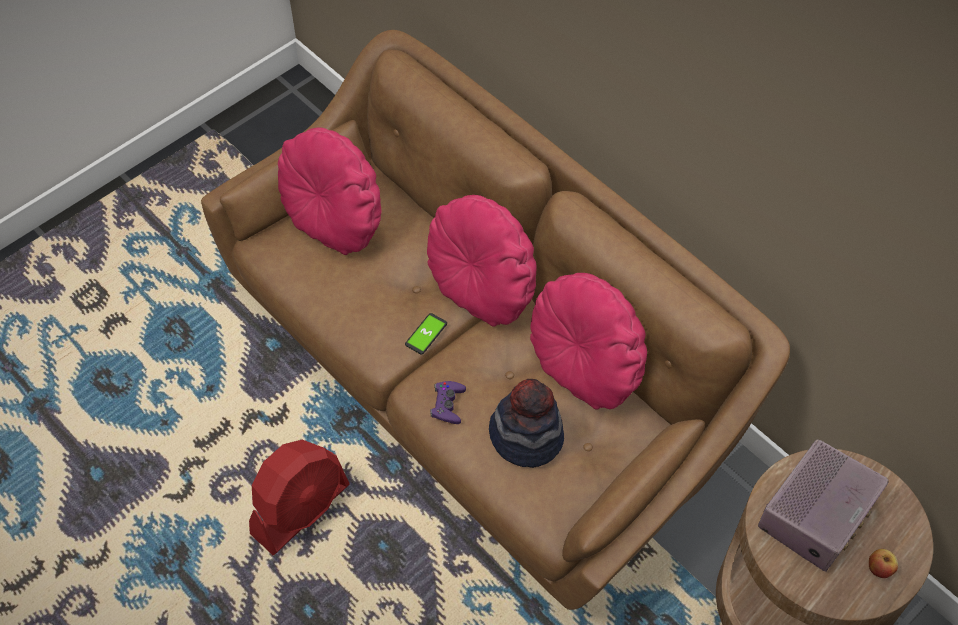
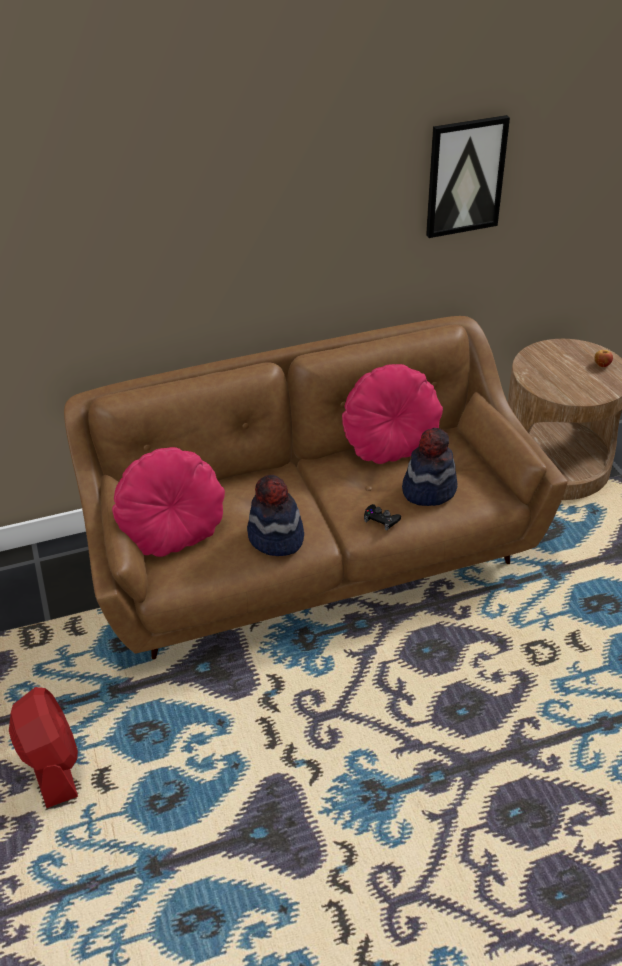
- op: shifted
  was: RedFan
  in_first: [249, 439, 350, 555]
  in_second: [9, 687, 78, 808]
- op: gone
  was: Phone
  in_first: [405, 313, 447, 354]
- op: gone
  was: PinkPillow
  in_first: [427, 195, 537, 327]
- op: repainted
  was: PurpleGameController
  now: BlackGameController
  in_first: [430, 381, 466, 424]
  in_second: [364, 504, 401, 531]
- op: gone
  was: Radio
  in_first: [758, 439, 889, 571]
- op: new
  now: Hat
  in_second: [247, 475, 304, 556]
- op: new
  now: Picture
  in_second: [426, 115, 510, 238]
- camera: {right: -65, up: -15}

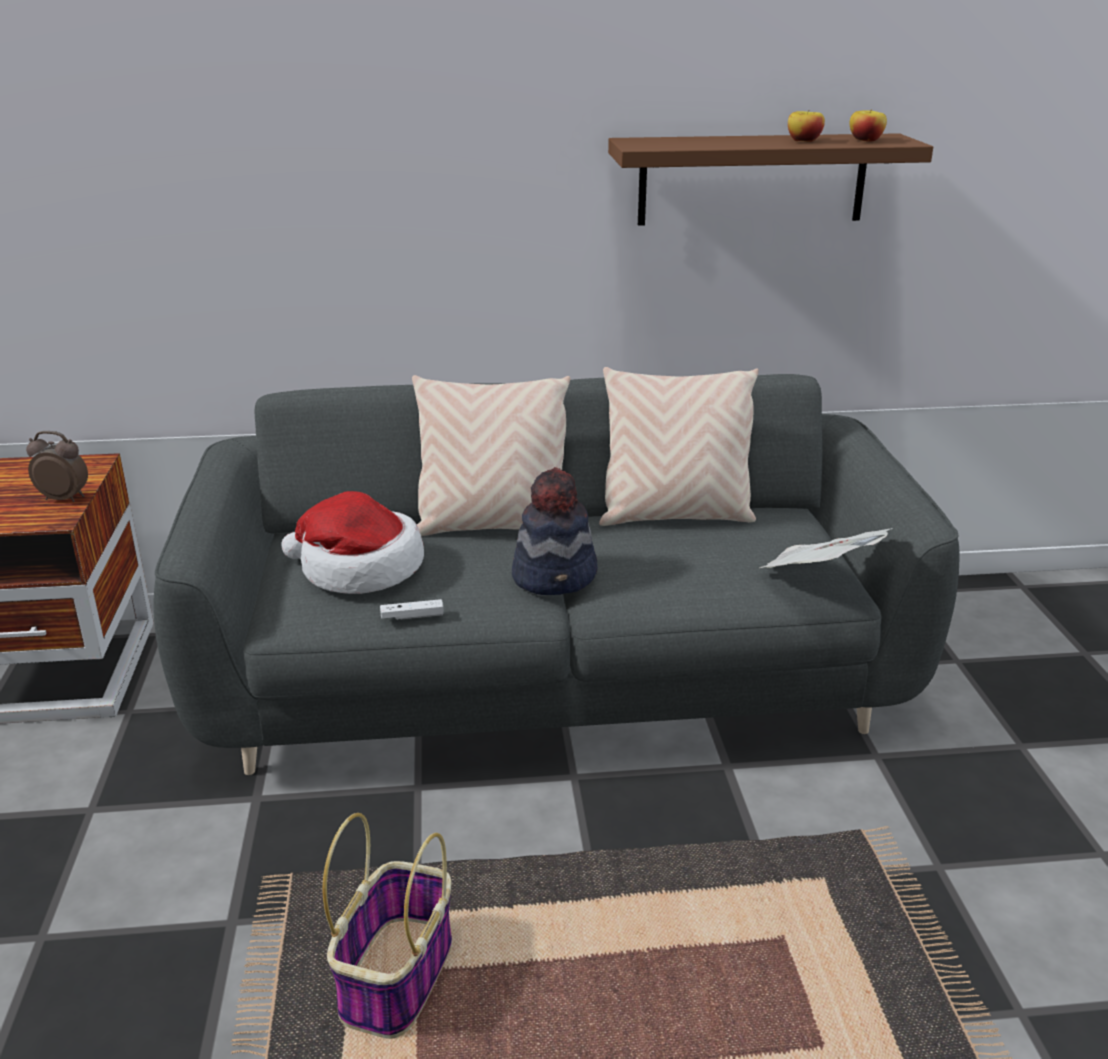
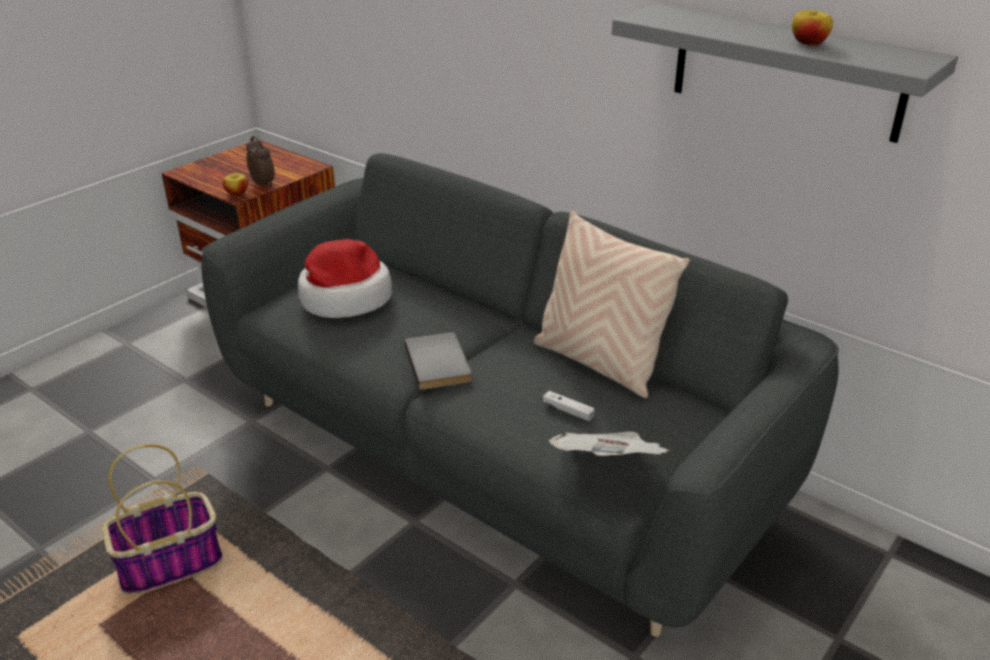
- op: shifted
  was: WhiteGameController
  in_first: [380, 599, 443, 620]
  in_second: [543, 391, 595, 421]
- op: gone
  was: BeigePillow
  in_first: [412, 375, 570, 536]
- op: swapped
  was: Hat
  now: GreyBook
  in_first: [512, 467, 598, 595]
  in_second: [404, 332, 471, 390]
- op: repainted
  was: BrownShelf
  now: GreyShelf
  in_first: [608, 133, 933, 226]
  in_second: [612, 4, 958, 143]
- op: shifted
  was: Apple
  in_first: [850, 110, 887, 142]
  in_second: [222, 173, 248, 196]
- camera: {right: 45, up: 5}

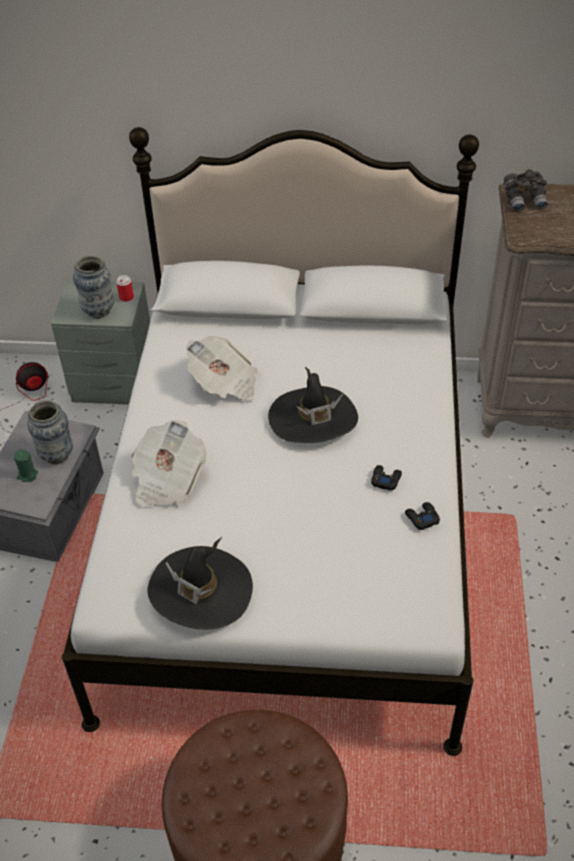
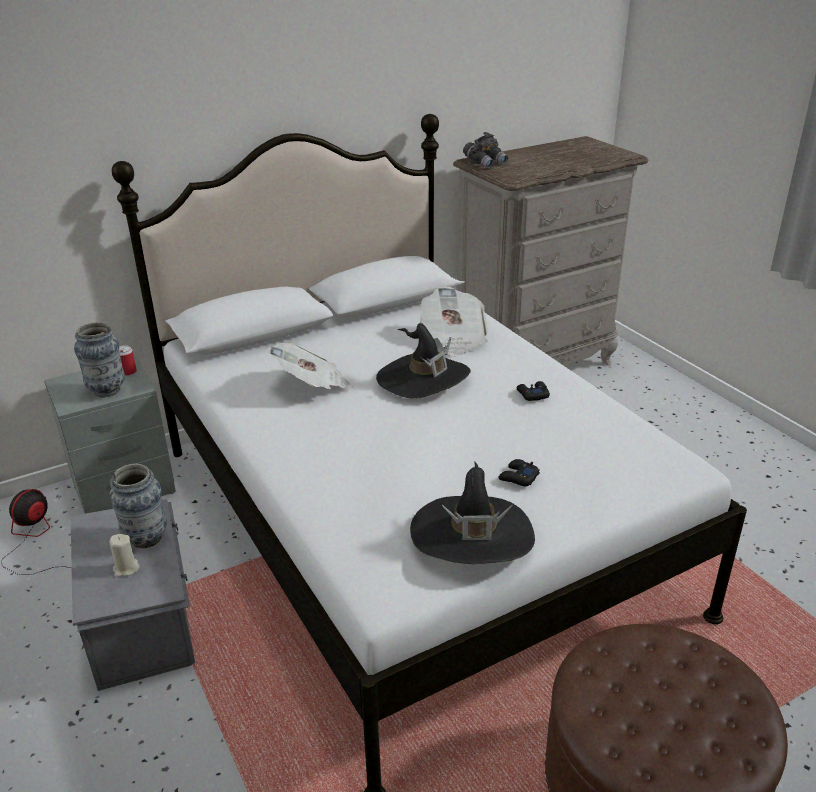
- op: repainted
  was: GreenCandle
  now: BeigeCandle
  in_first: [14, 450, 38, 482]
  in_second: [109, 534, 139, 577]
- op: shifted
  was: Newspaper
  in_first: [131, 420, 206, 507]
  in_second: [419, 286, 488, 357]
- op: shifted
  was: BlackGameController
  in_first: [405, 502, 440, 530]
  in_second: [498, 459, 540, 486]
- camera: {right: -35, up: -15}

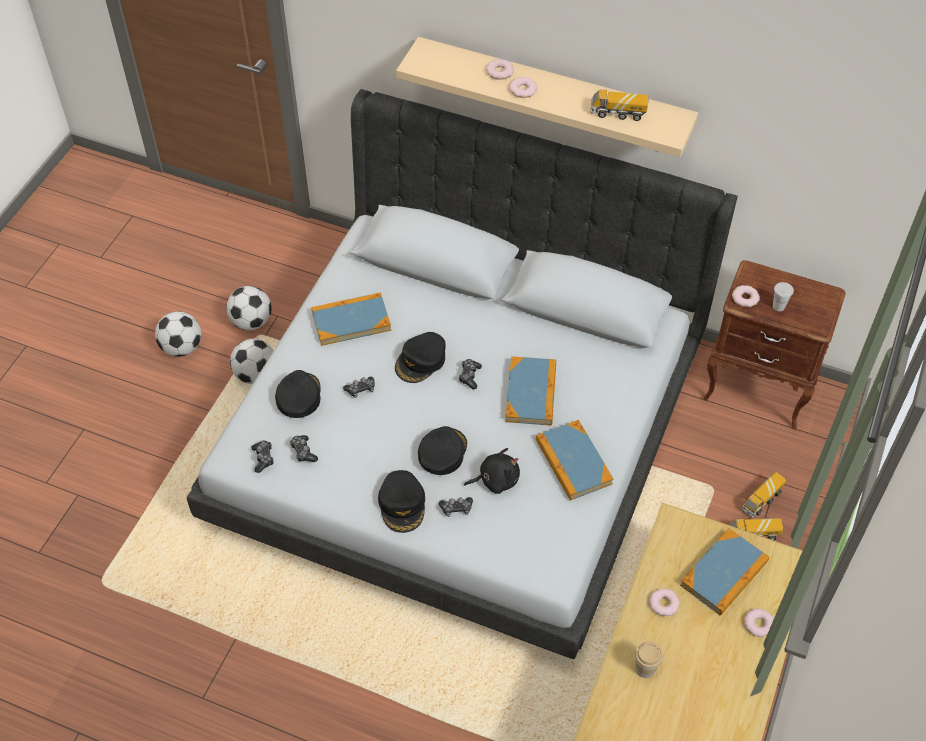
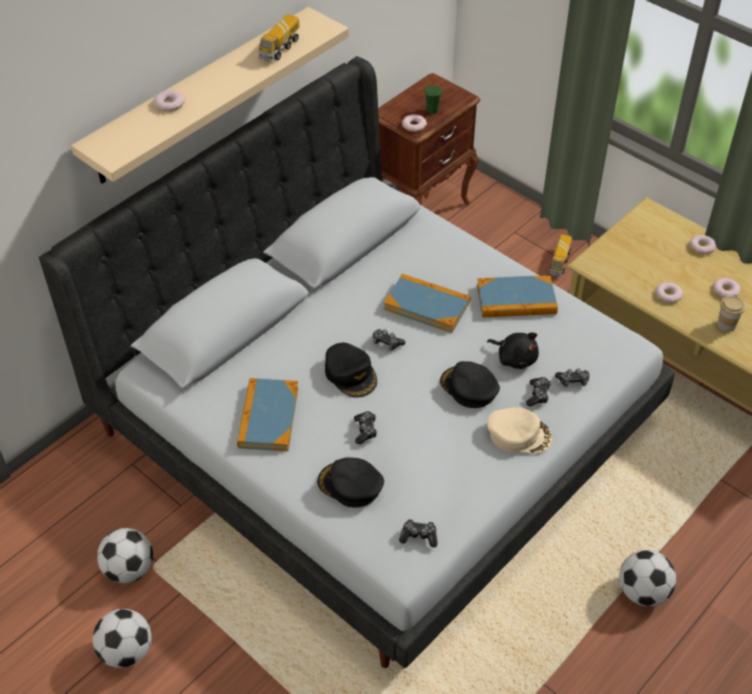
- op: shifted
  was: Football
  in_first: [230, 339, 274, 384]
  in_second: [619, 550, 676, 607]
- op: shifted
  was: GameController
  in_first: [290, 435, 318, 462]
  in_second: [555, 368, 590, 387]
- op: repainted
  was: BlackCap
  now: BeigeCap
  in_first: [378, 470, 425, 533]
  in_second: [487, 407, 552, 453]
- op: rotated
  was: BlackPlushToy
  in_first: [464, 448, 520, 494]
  in_second: [487, 333, 539, 369]
  clockwise: 120
- op: shifted
  was: Donut
  in_first: [509, 77, 537, 98]
  in_second: [713, 278, 741, 298]
- op: gone
  was: Book
  in_first: [680, 529, 769, 615]
- op: gone
  was: ToyTruck
  in_first: [742, 472, 786, 518]
- op: repainted
  was: WhiteCup
  now: GreenCup
  in_first: [773, 282, 794, 311]
  in_second: [425, 86, 442, 114]
- camera: {right: -70, up: -5}

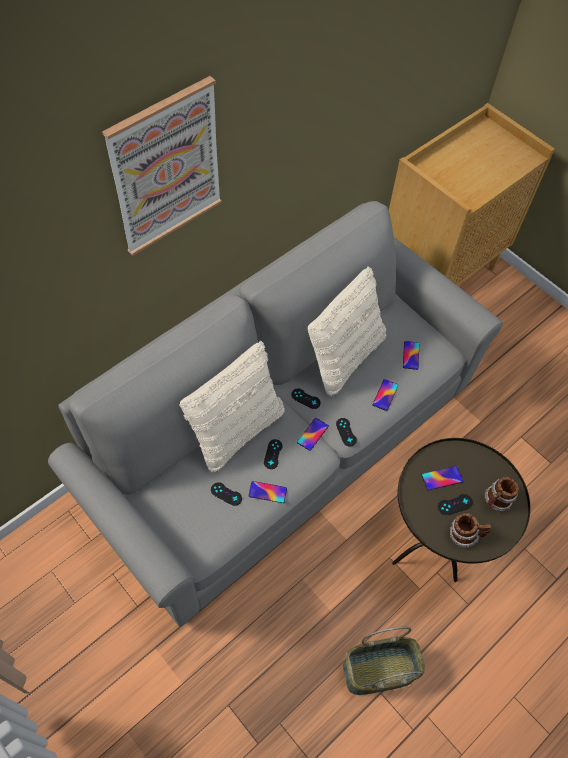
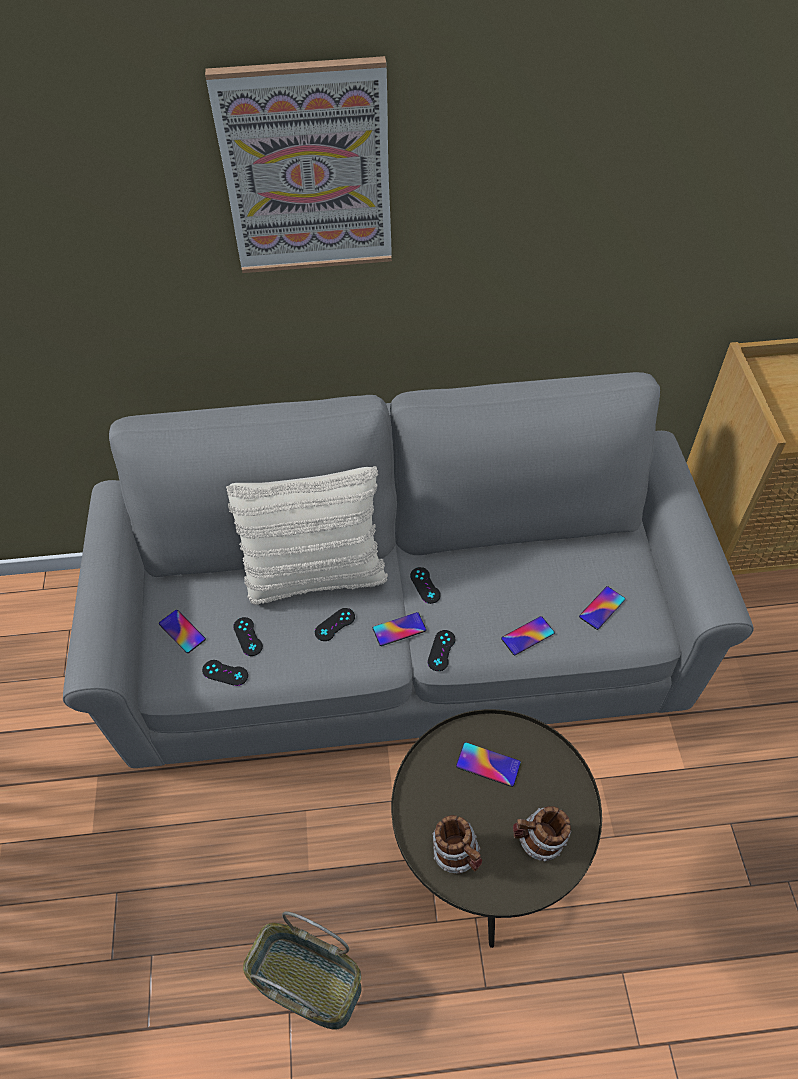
- op: shifted
  was: Phone
  in_first: [249, 481, 287, 503]
  in_second: [159, 610, 206, 653]
- op: gone
  was: BeigePillow
  in_first: [307, 266, 386, 396]
- op: shifted
  was: BlackGameController
  in_first: [438, 494, 473, 515]
  in_second: [202, 660, 248, 686]
- camera: {right: 40, up: -5}

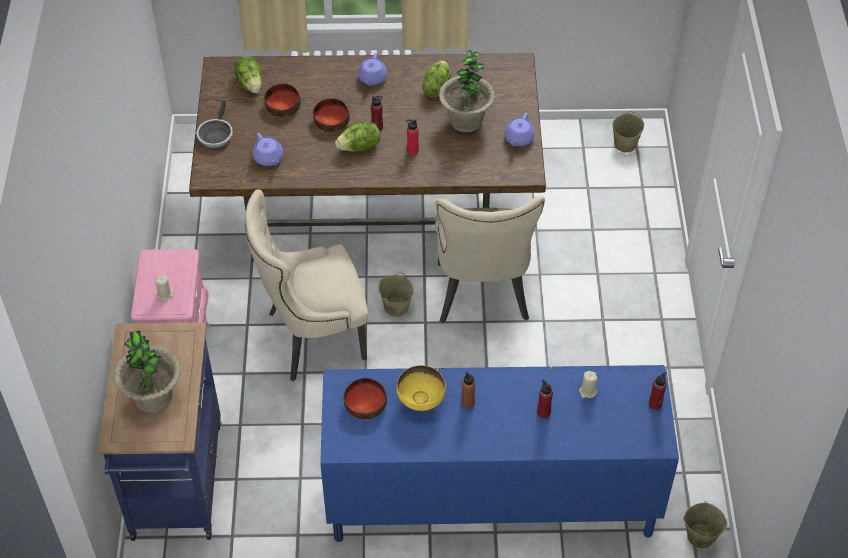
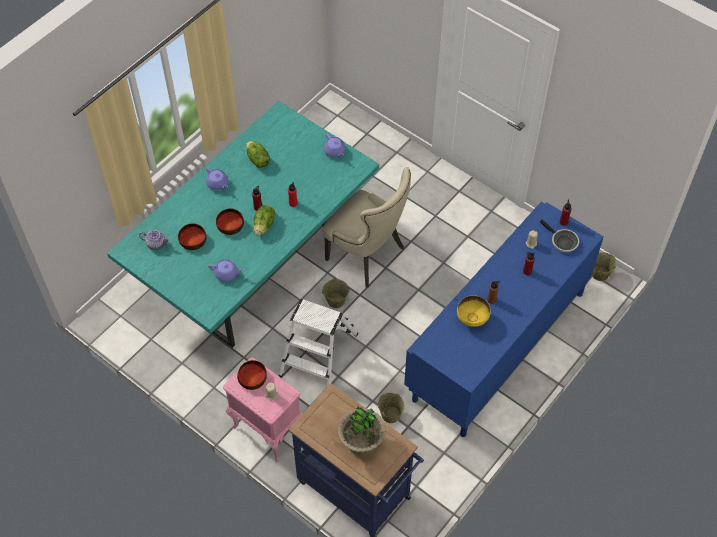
- op: repainted
  was: BrownDiningTable
  now: TurquoiseDiningTable
  in_first: [189, 53, 546, 261]
  in_second: [107, 101, 379, 348]
- op: shifted
  was: FryingPan
  in_first: [197, 100, 233, 148]
  in_second: [540, 220, 579, 252]
- op: swapped
  was: Lettuce
  now: Teapot
  in_first: [234, 56, 262, 93]
  in_second: [139, 230, 170, 250]
- op: swapped
  was: BeigeChair
  now: WhiteStepLadder
  in_first: [245, 189, 368, 381]
  in_second: [279, 298, 358, 387]
- op: shifted
  was: Bowl
  in_first: [344, 378, 387, 420]
  in_second: [237, 360, 267, 390]
- op: gone
  was: PottedPlant
  in_first: [439, 50, 495, 132]
- op: shifted
  was: BeigeBucket
  in_first: [612, 111, 644, 152]
  in_second: [378, 393, 405, 423]
- camera: {right: -50, up: 5}

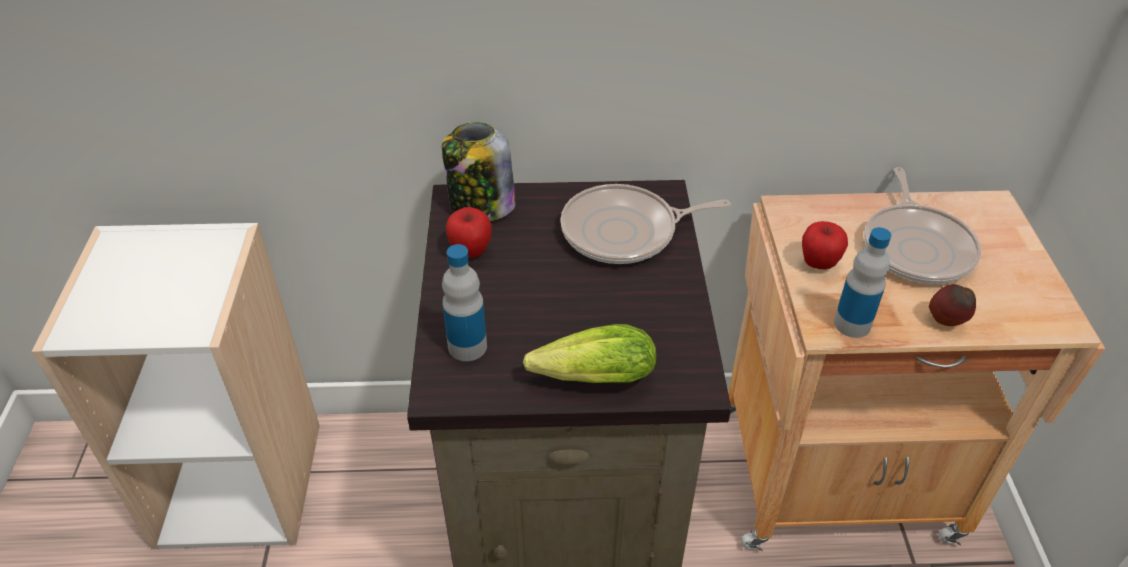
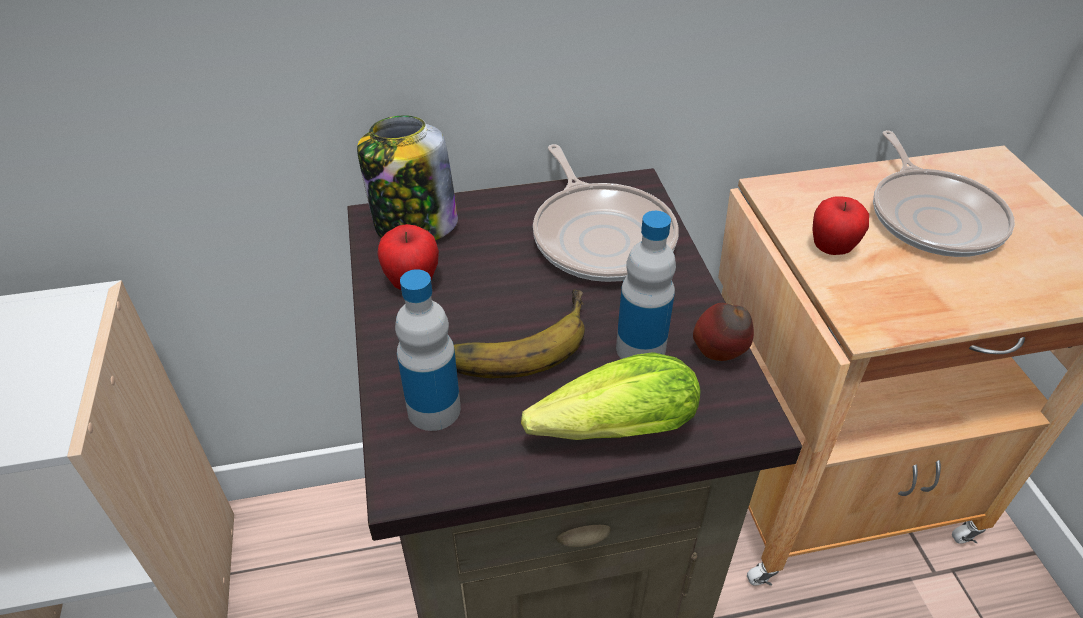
- op: rotated
  was: FryingPan
  in_first: [560, 184, 730, 264]
  in_second: [533, 144, 679, 282]
  clockwise: -90
- op: shifted
  was: Bottle
  in_first: [834, 227, 891, 338]
  in_second: [616, 211, 676, 359]
- op: shifted
  was: Apple
  in_first: [929, 284, 976, 326]
  in_second: [693, 303, 754, 361]
- op: new
  now: Banana
  in_second: [454, 289, 585, 378]
- camera: {right: -10, up: 0}

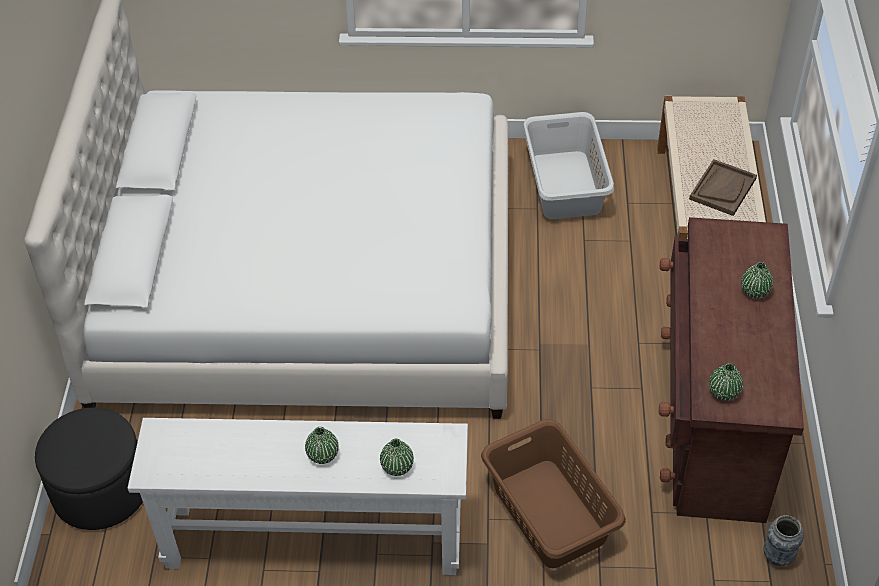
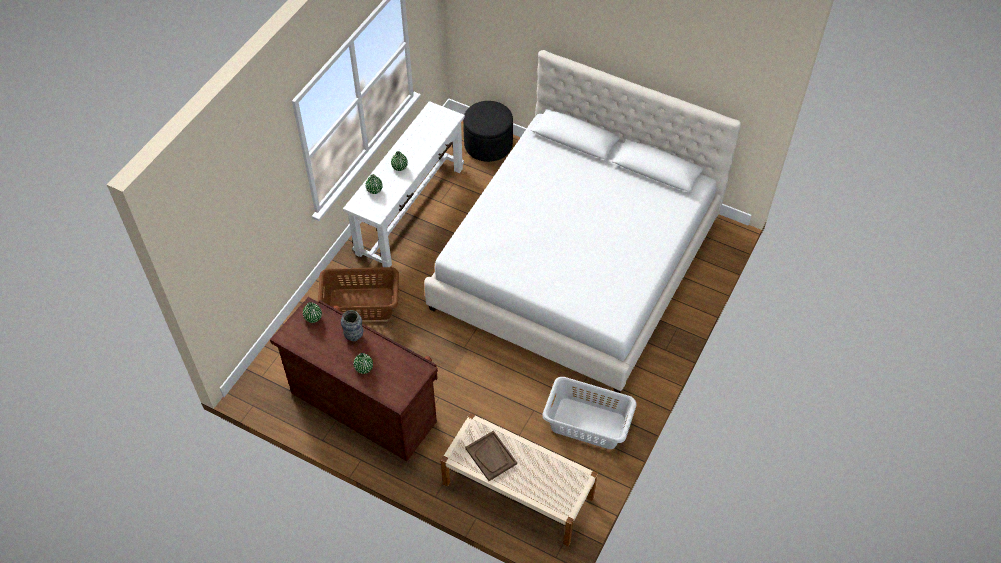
- op: shifted
  was: Vase
  in_first: [764, 515, 803, 566]
  in_second: [341, 310, 363, 341]
- camera: {right: 115, up: 5}

